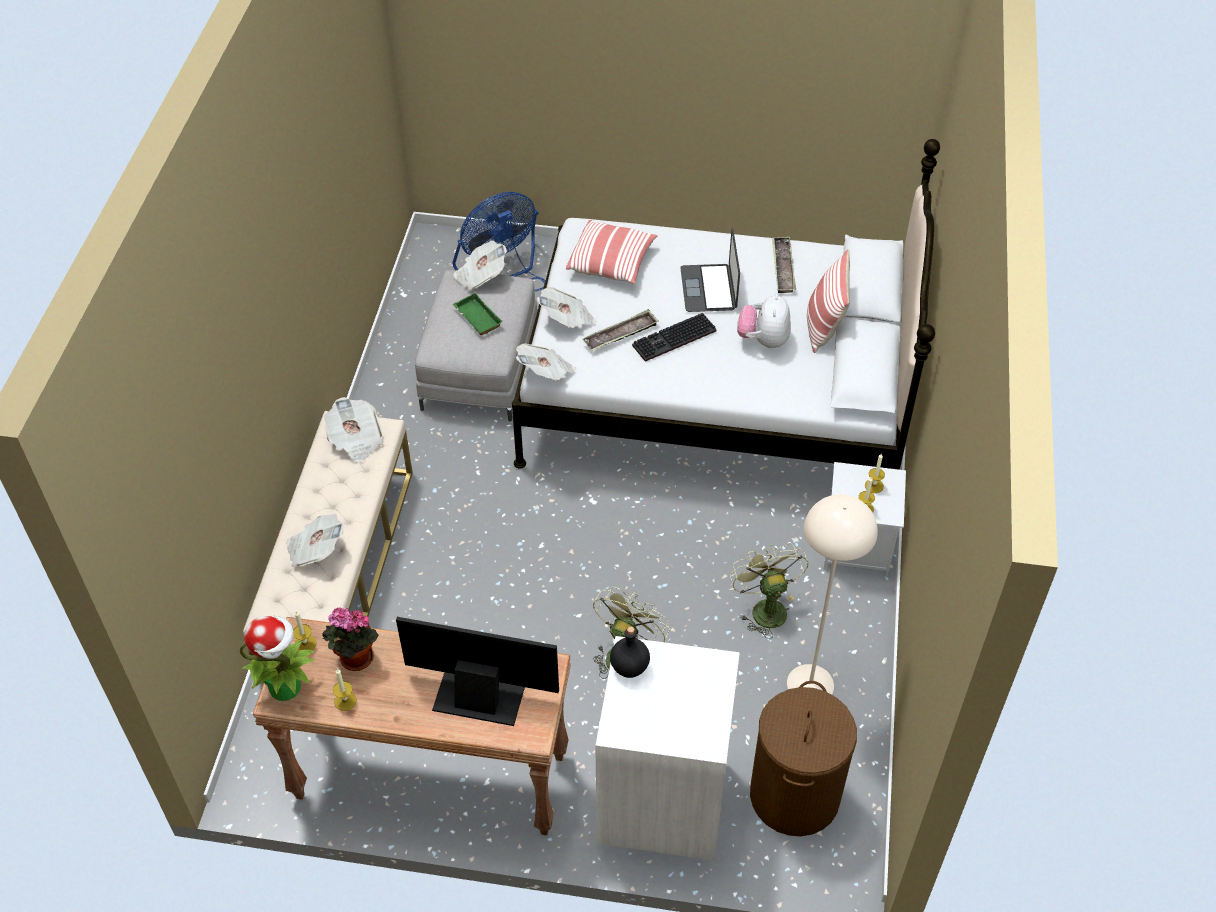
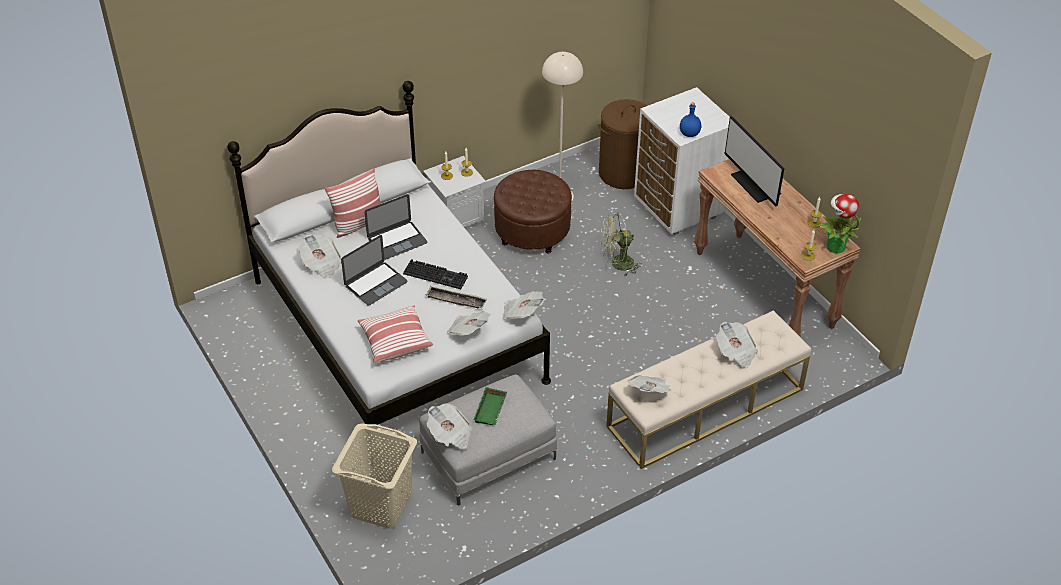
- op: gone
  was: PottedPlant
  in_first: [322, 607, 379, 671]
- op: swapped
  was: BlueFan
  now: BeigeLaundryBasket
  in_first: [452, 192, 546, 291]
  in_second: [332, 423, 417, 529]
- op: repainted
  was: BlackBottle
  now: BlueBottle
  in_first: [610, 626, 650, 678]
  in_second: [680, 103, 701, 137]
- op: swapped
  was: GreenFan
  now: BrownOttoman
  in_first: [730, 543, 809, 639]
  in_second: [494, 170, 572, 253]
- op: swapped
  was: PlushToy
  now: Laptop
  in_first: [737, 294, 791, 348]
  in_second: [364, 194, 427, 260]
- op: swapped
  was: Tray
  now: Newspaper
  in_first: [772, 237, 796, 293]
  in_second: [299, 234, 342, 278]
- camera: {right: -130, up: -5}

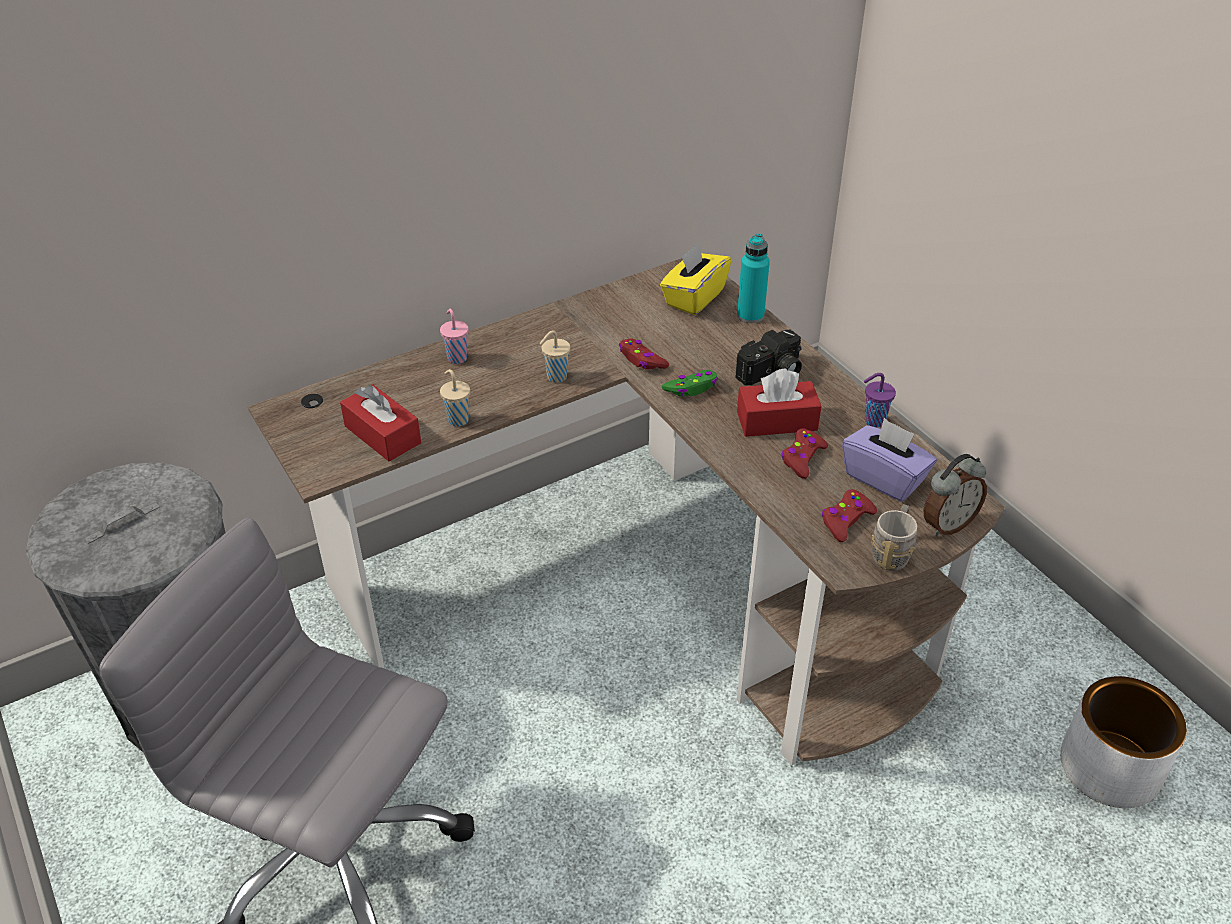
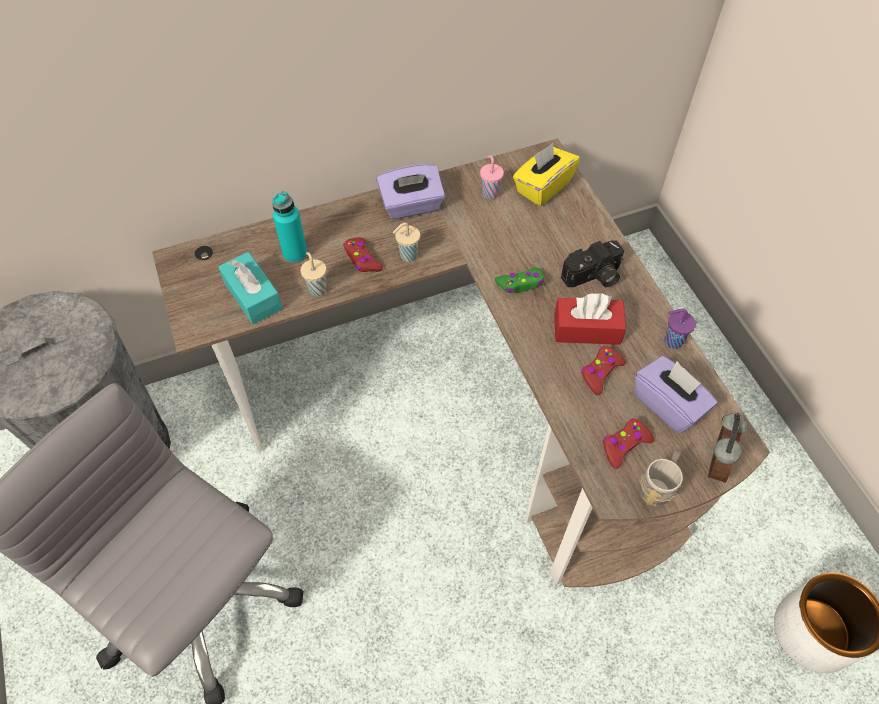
- op: repainted
  was: RedTissueBox
  now: TurquoiseTissueBox
  in_first: [340, 384, 421, 462]
  in_second: [218, 252, 283, 325]
- op: shifted
  was: PinkCup
  in_first: [440, 309, 469, 364]
  in_second: [480, 155, 504, 200]
- op: shifted
  was: RedGameController
  in_first: [619, 339, 669, 370]
  in_second: [343, 237, 383, 272]
- op: shifted
  was: TurquoiseBottle
  in_first: [737, 233, 770, 323]
  in_second: [272, 191, 308, 264]
- op: rotated
  was: AlarmClock
  in_first: [924, 454, 987, 536]
  in_second: [708, 413, 748, 483]
  clockwise: -45
- op: new
  now: PurpleTissueBox
  in_second: [376, 164, 445, 220]
- camera: {right: 10, up: 15}

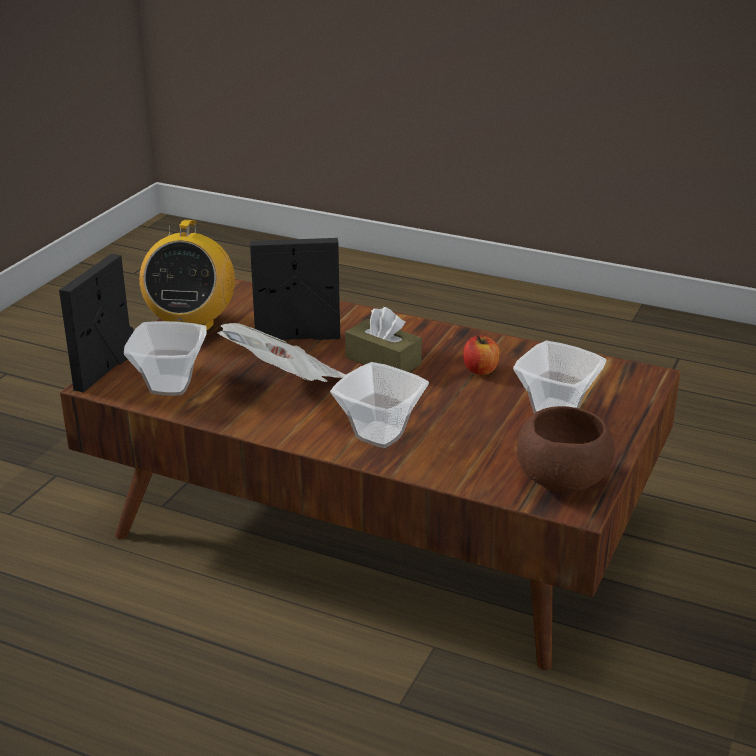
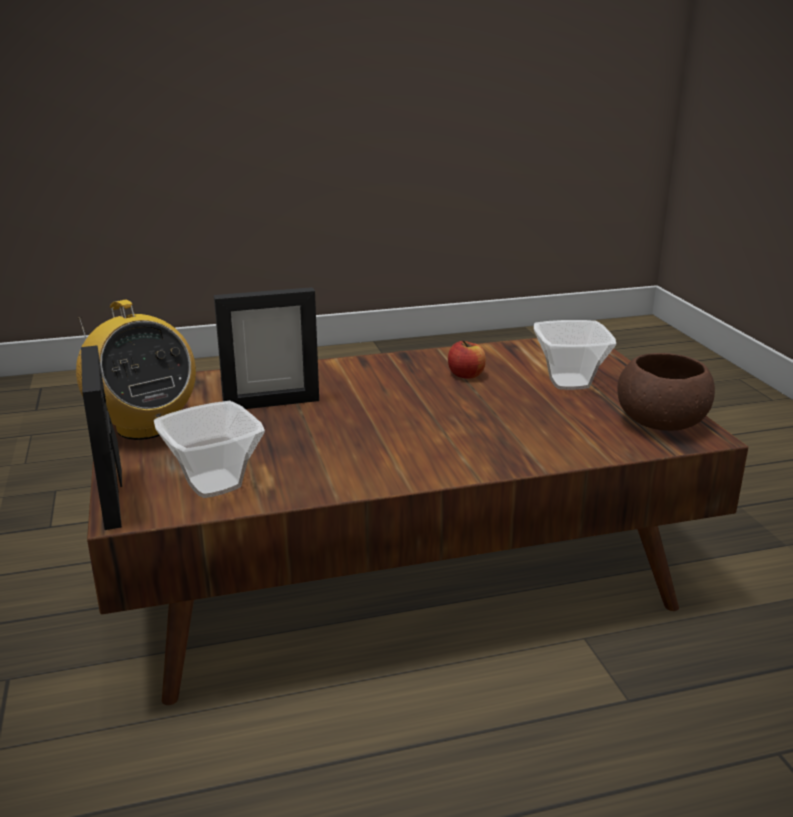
- op: gone
  was: Newspaper
  in_first: [217, 323, 347, 382]
- op: rotated
  was: PictureFrame
  in_first: [250, 238, 340, 340]
  in_second: [214, 287, 319, 409]
  clockwise: -150
- op: gone
  was: Bowl
  in_first: [330, 362, 429, 448]
- op: gone
  was: BrownTissueBox
  in_first: [345, 307, 422, 372]
- camera: {right: -40, up: -5}

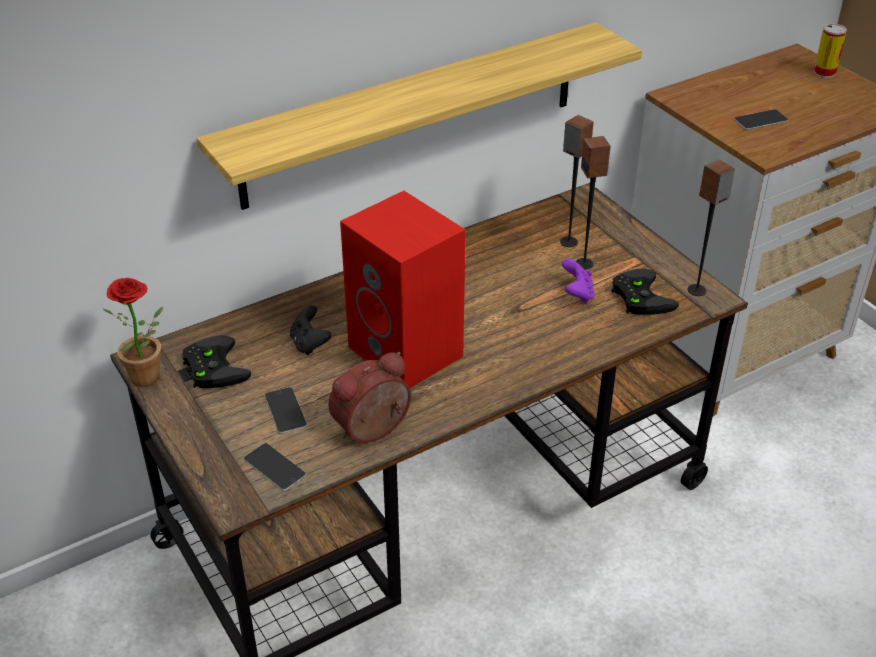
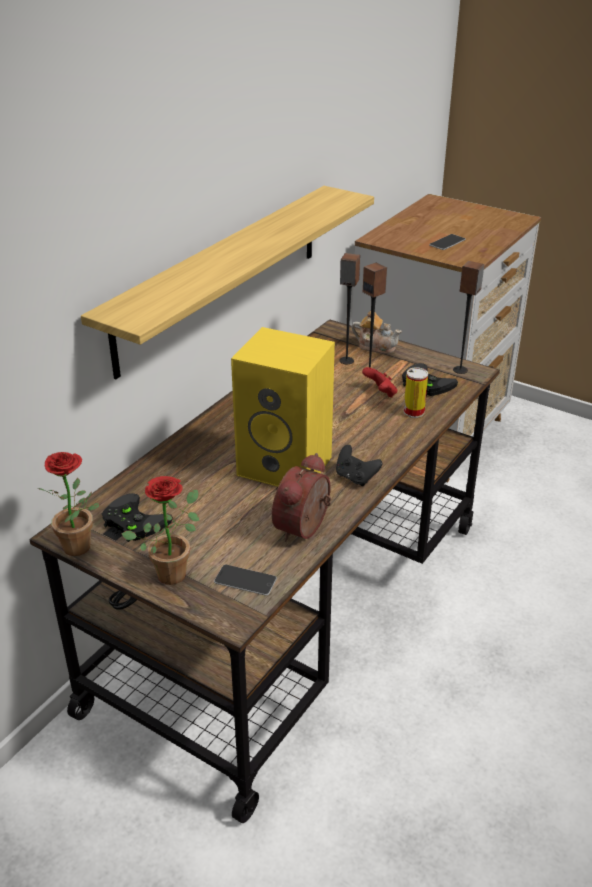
- op: gone
  was: Phone
  in_first: [264, 387, 307, 434]
- op: shifted
  was: BlackGameController
  in_first: [290, 305, 331, 355]
  in_second: [336, 445, 382, 486]
- op: repainted
  was: RedSpeaker
  now: YellowSpeaker
  in_first: [340, 191, 466, 388]
  in_second: [231, 327, 335, 487]
- op: repainted
  was: PurpleGameController
  now: RedGameController
  in_first: [562, 259, 595, 303]
  in_second: [362, 367, 397, 398]
- op: shifted
  was: Can
  in_first: [814, 24, 847, 78]
  in_second: [404, 367, 428, 418]
- op: new
  now: PottedPlant
  in_second: [122, 476, 200, 585]
- op: new
  now: Teapot
  in_second: [351, 310, 402, 354]
- camera: {right: -25, up: -5}

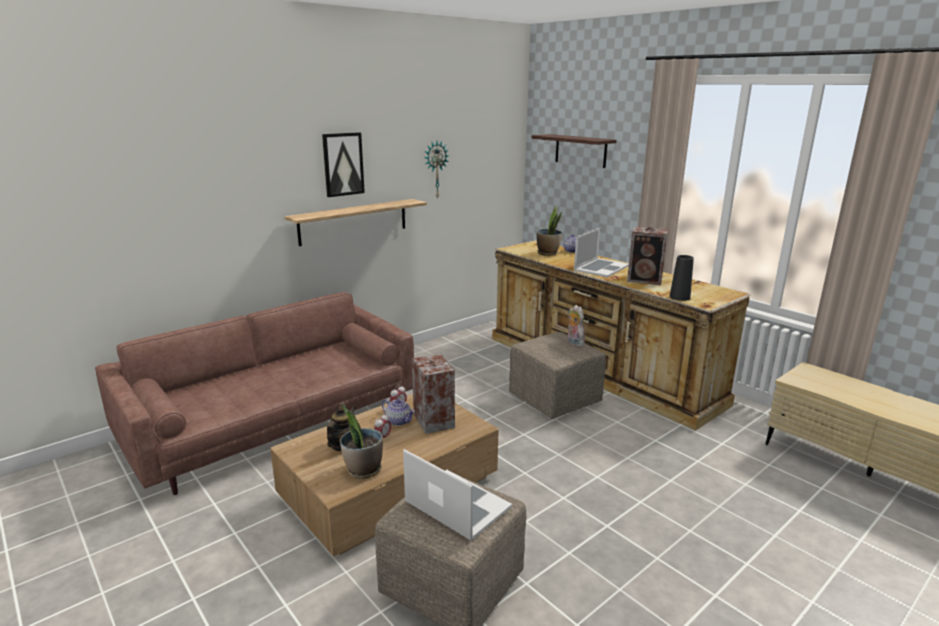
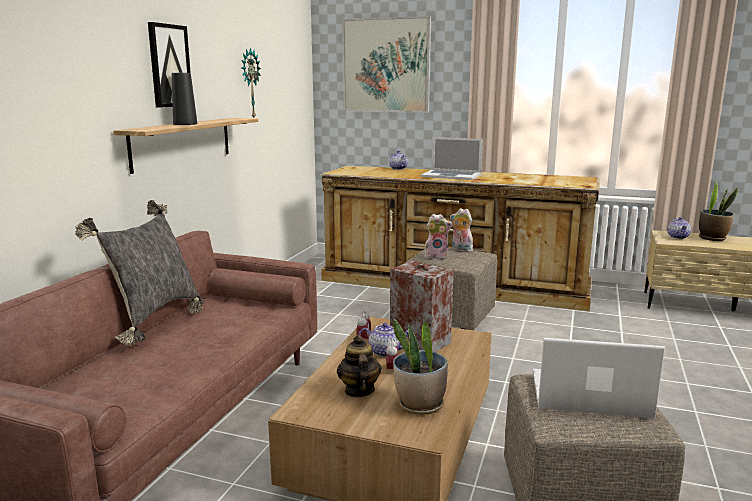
- op: swapped
  was: Shelf
  now: Picture
  in_first: [531, 134, 617, 168]
  in_second: [342, 16, 431, 113]
- op: shifted
  was: PottedPlant
  in_first: [537, 206, 562, 256]
  in_second: [699, 181, 738, 241]
- op: rotated
  was: Laptop
  in_first: [574, 228, 629, 277]
  in_second: [421, 137, 483, 180]
  clockwise: 105
- op: gone
  was: Speaker
  in_first: [627, 227, 668, 285]
- op: shifted
  was: BlackVase
  in_first: [670, 255, 694, 301]
  in_second: [172, 73, 197, 125]
- op: new
  now: Pillow
  in_second: [75, 200, 206, 346]
- op: new
  now: PlushToy
  in_second: [425, 214, 453, 260]
- op: new
  now: Teapot
  in_second: [667, 217, 691, 239]
- camera: {right: -30, up: -5}

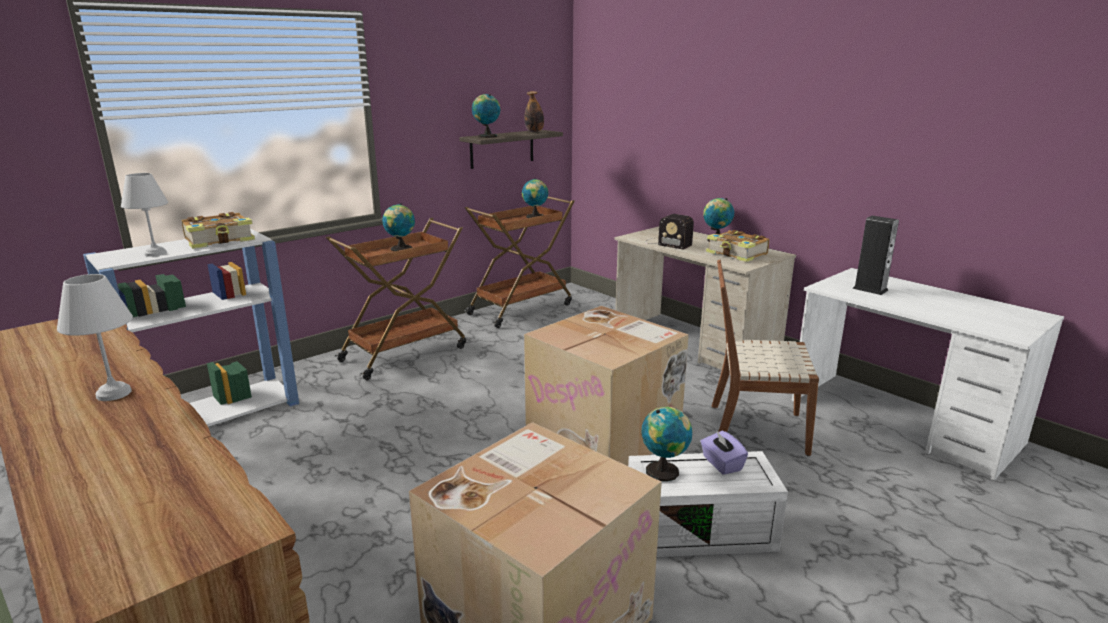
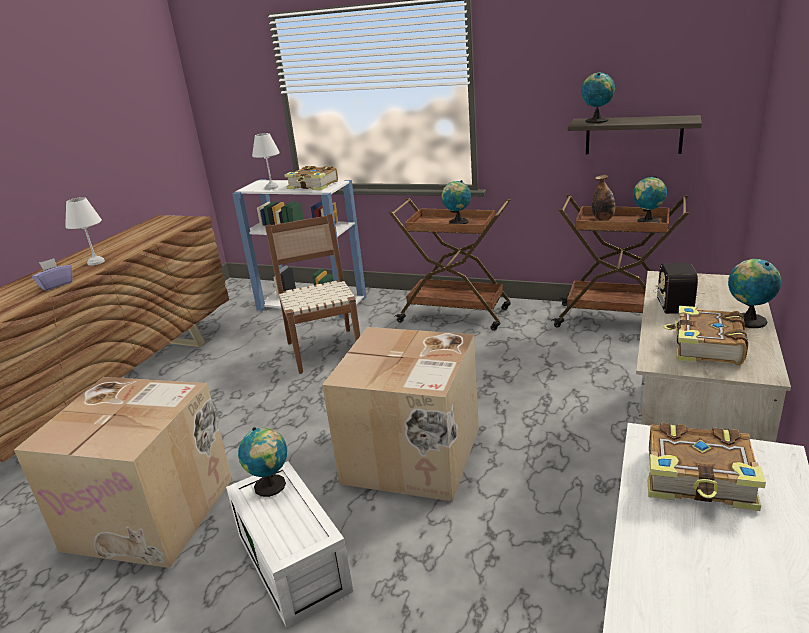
- op: shifted
  was: Bottle
  in_first: [524, 91, 544, 132]
  in_second: [592, 175, 615, 221]
- op: shifted
  was: PurpleTissueBox
  in_first: [700, 430, 748, 475]
  in_second: [32, 258, 72, 291]
- op: shifted
  was: Chair
  in_first: [712, 260, 819, 456]
  in_second: [265, 214, 360, 374]
- op: swapped
  was: Speaker
  now: Book
  in_first: [852, 216, 899, 295]
  in_second: [648, 423, 766, 511]
- camera: {right: 65, up: 5}

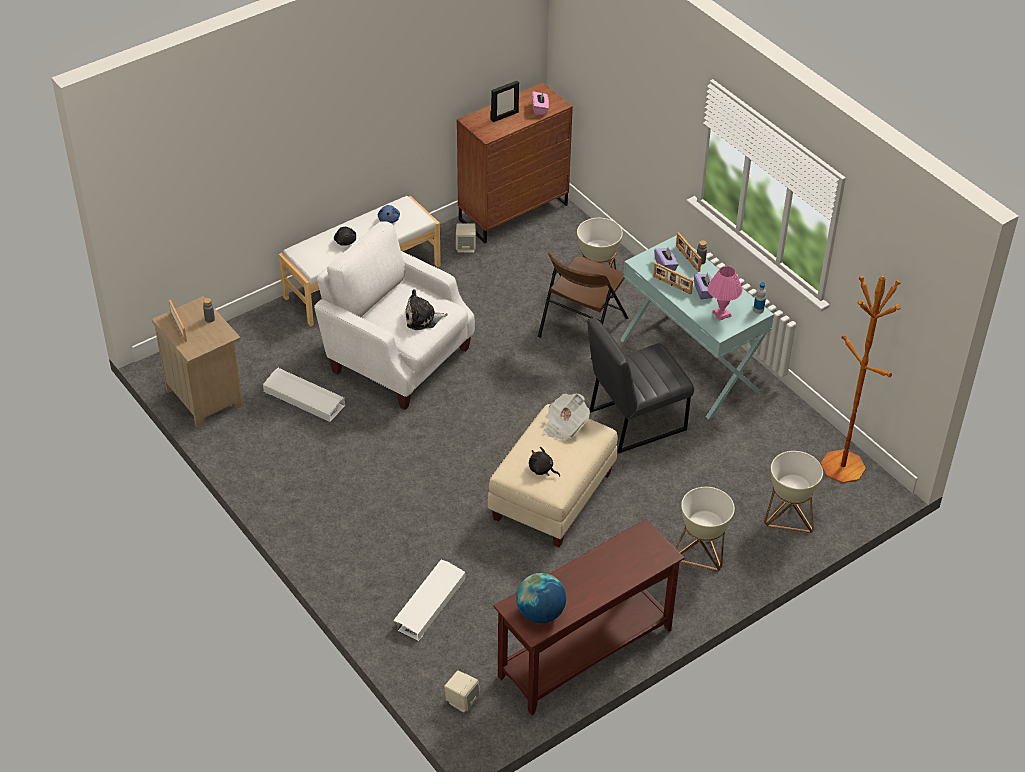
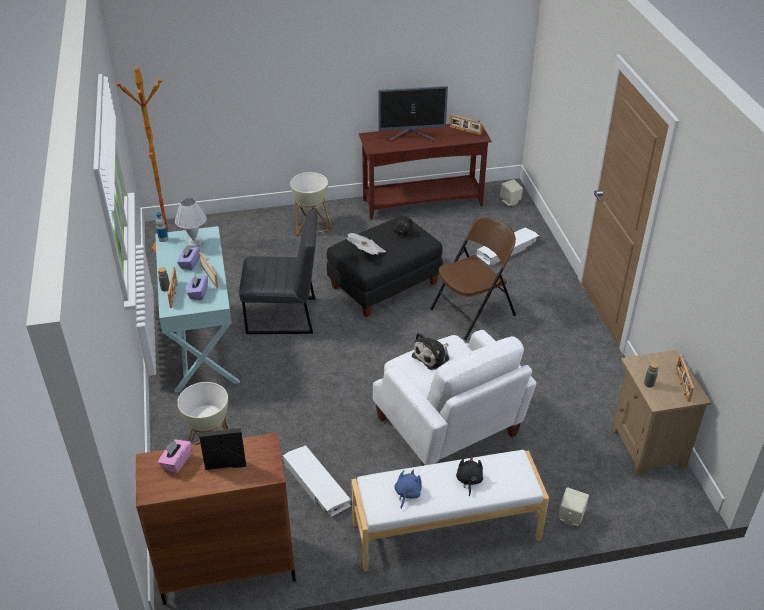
- op: shifted
  was: WhiteStorageBox
  in_first: [263, 368, 345, 422]
  in_second: [283, 445, 351, 517]
- op: rotated
  was: PlushToy
  in_first: [405, 289, 448, 330]
  in_second: [412, 333, 450, 370]
  clockwise: 120
- op: shifted
  was: BeigeSpeaker
  in_first: [456, 223, 476, 253]
  in_second: [558, 487, 589, 526]
- op: repainted
  was: BeigeOttoman
  now: BlackOttoman
  in_first: [487, 404, 618, 547]
  in_second: [327, 216, 443, 317]
- op: swapped
  was: Globe
  now: PictureFrame
  in_first: [516, 573, 566, 623]
  in_second: [450, 115, 482, 135]
- op: shifted
  was: BrownChair
  in_first: [537, 253, 629, 359]
  in_second: [430, 217, 516, 340]
- op: repainted
  was: PinkTableLamp
  now: WhiteTableLamp
  in_first: [708, 266, 743, 320]
  in_second: [175, 198, 207, 248]
- op: gone
  was: Planter
  in_first: [764, 451, 823, 533]
- op: new
  now: Monitor
  in_second: [378, 86, 448, 141]
- camera: {right: -155, up: -5}

